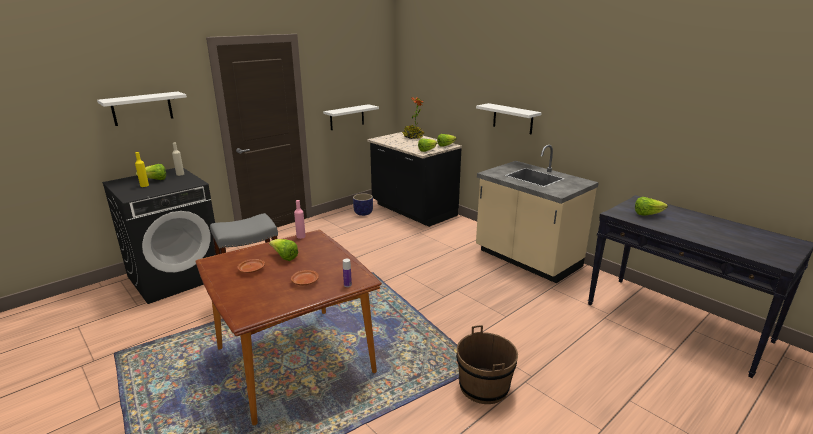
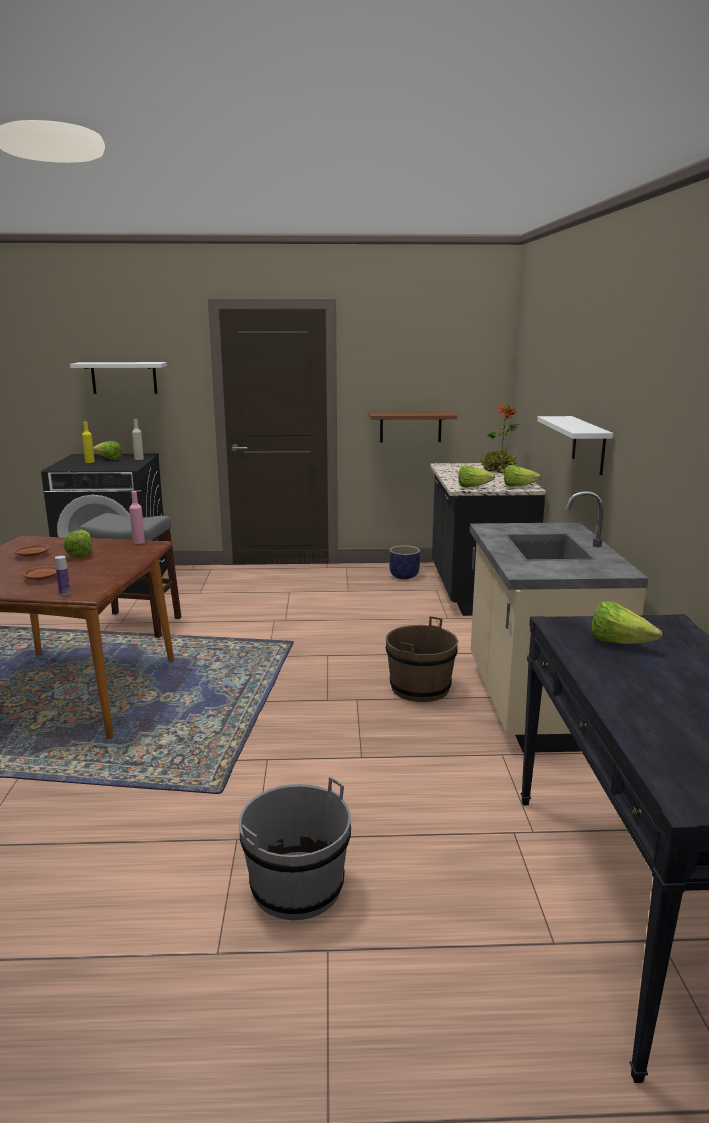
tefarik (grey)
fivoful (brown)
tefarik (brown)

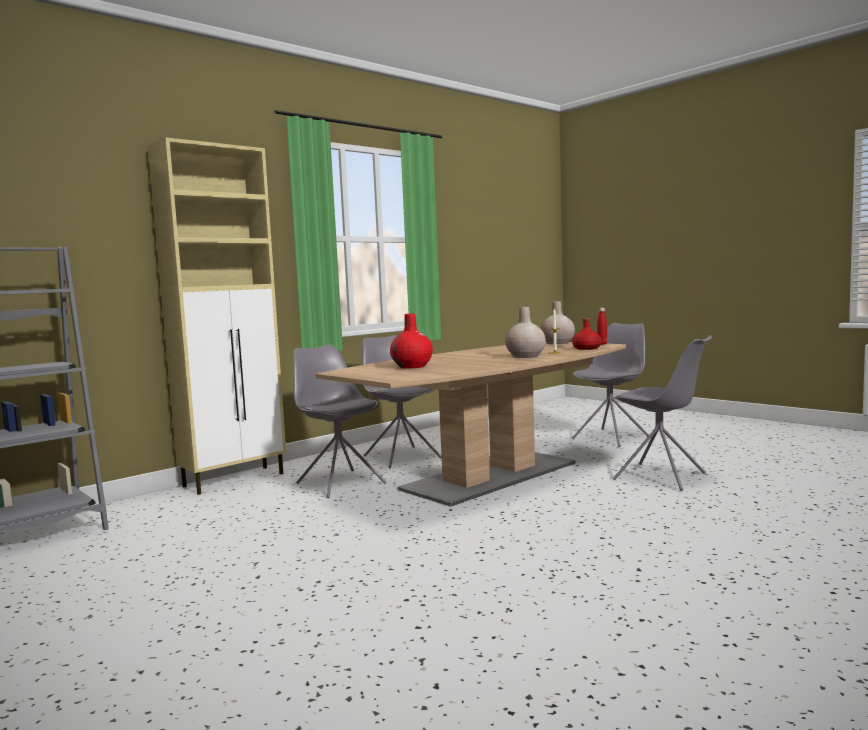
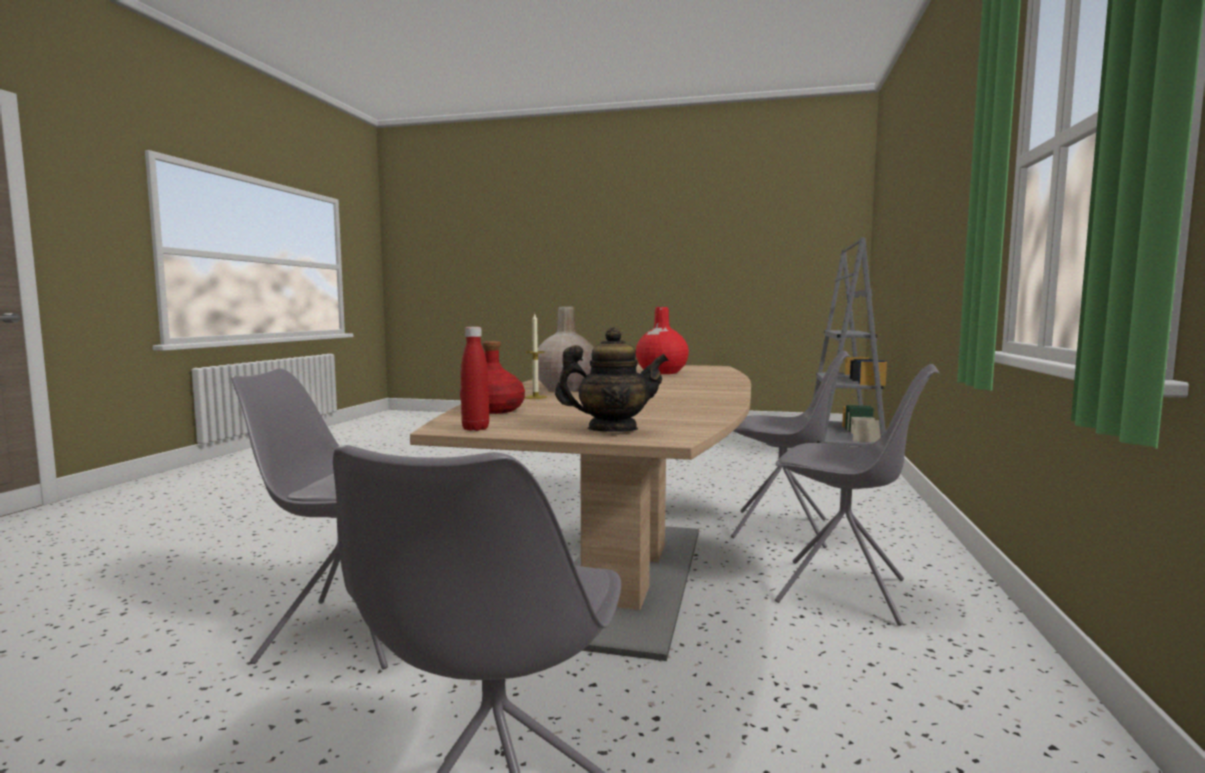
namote
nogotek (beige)

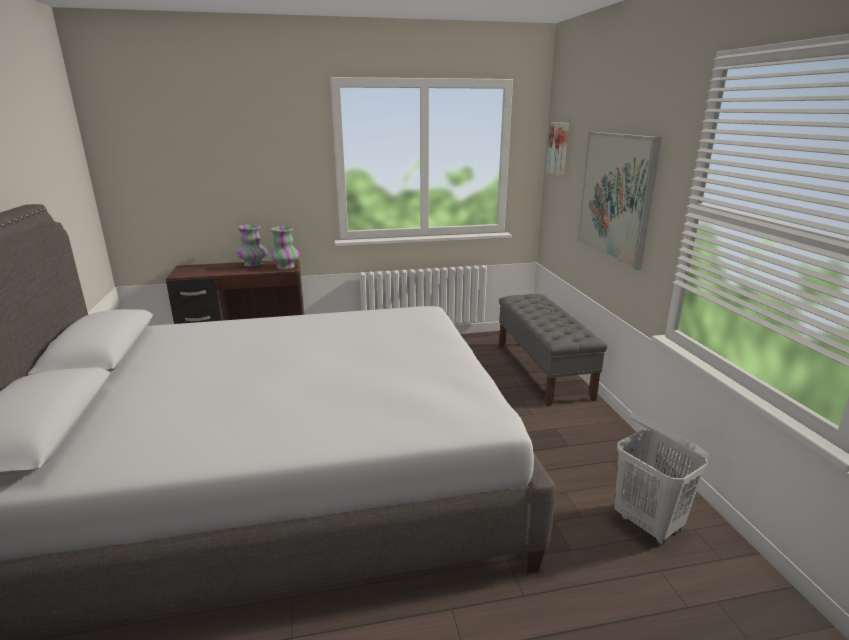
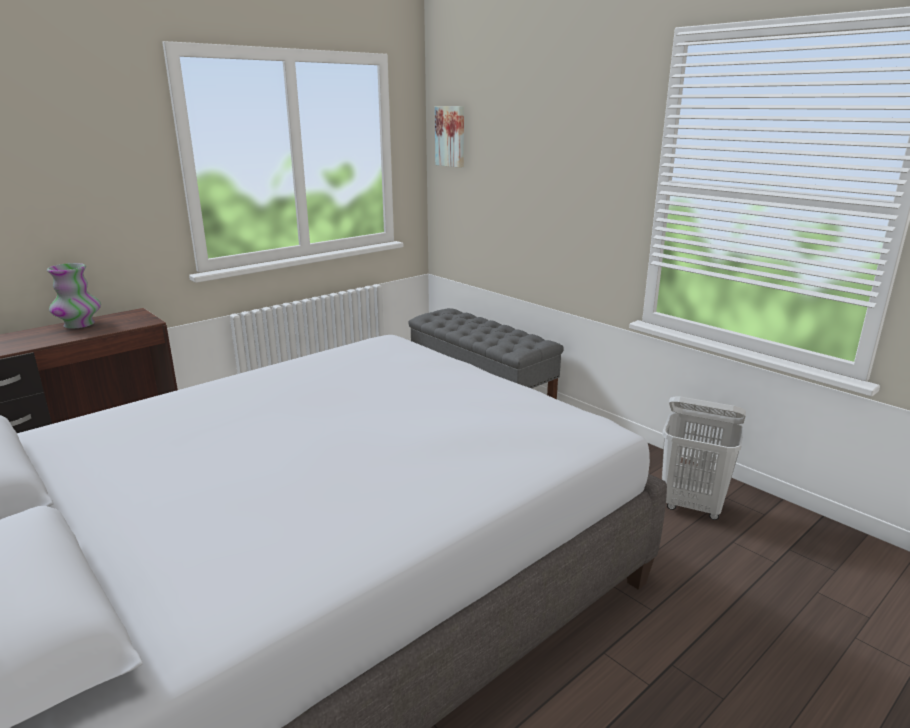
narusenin (no. 2 from left in the first image)
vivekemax (no. 2 from left in the first image)

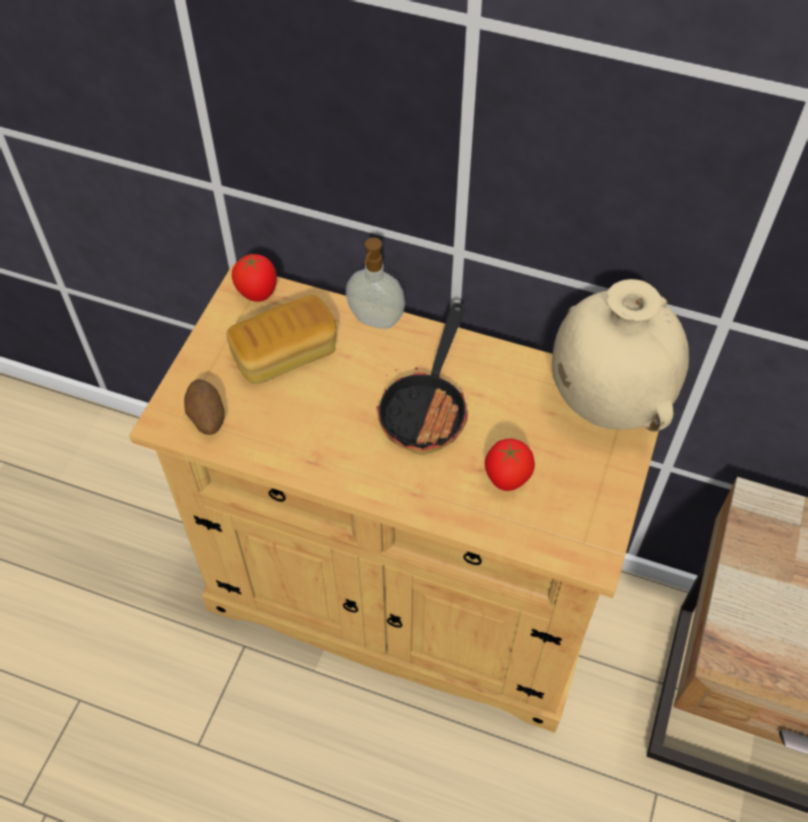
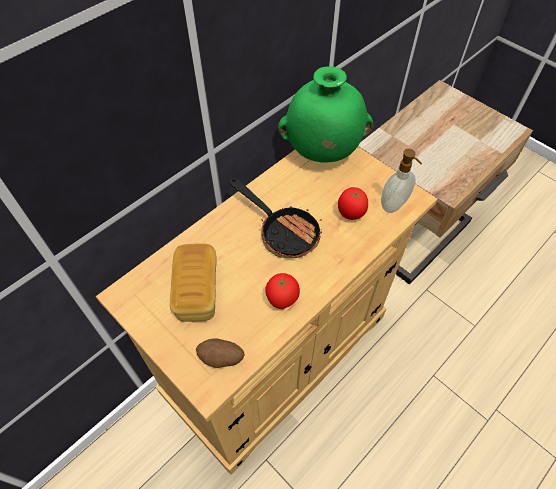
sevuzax (no. 1 from left)
narusenin (green)
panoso

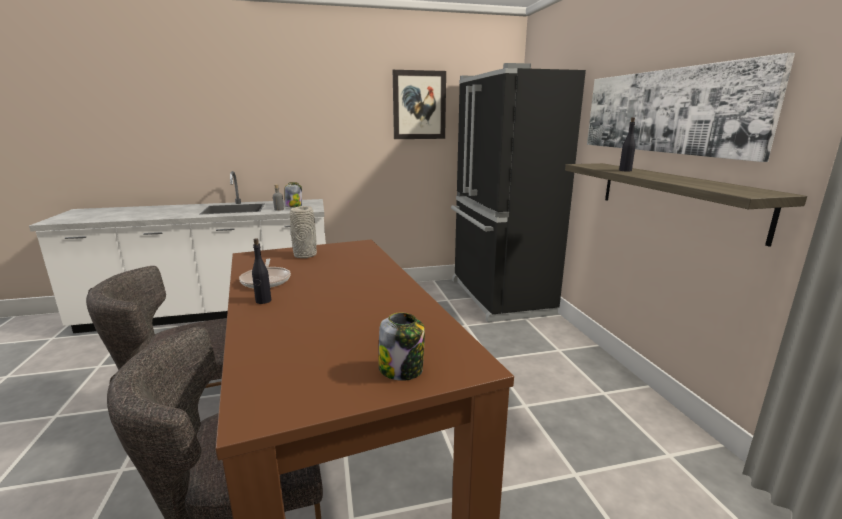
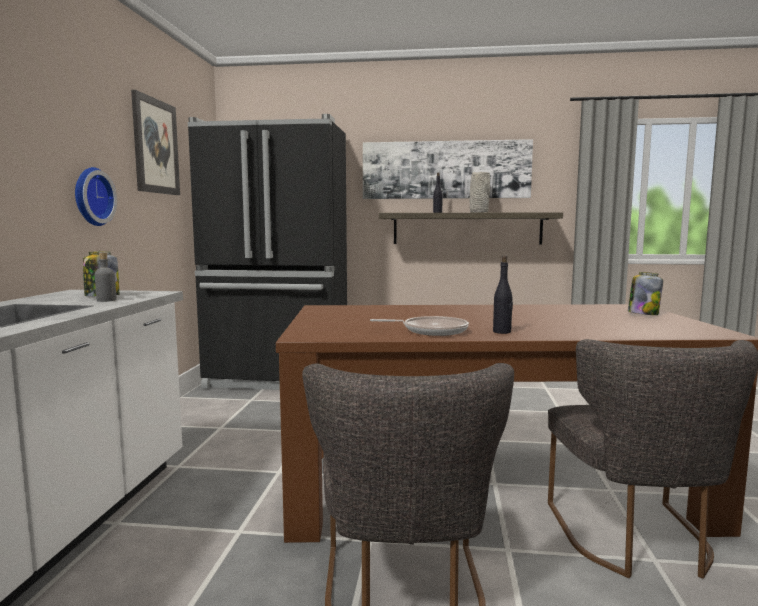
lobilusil
narusenin (grey)

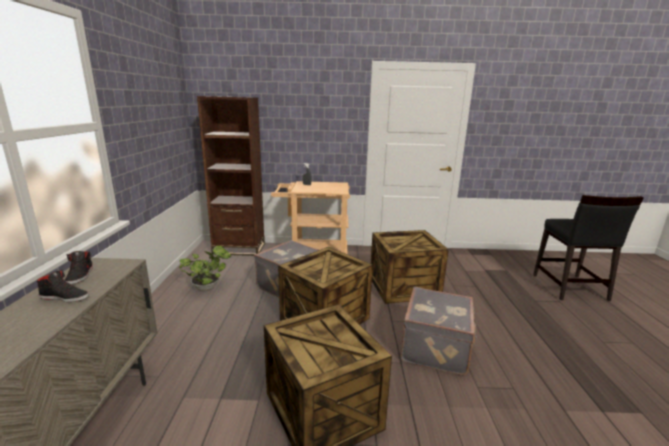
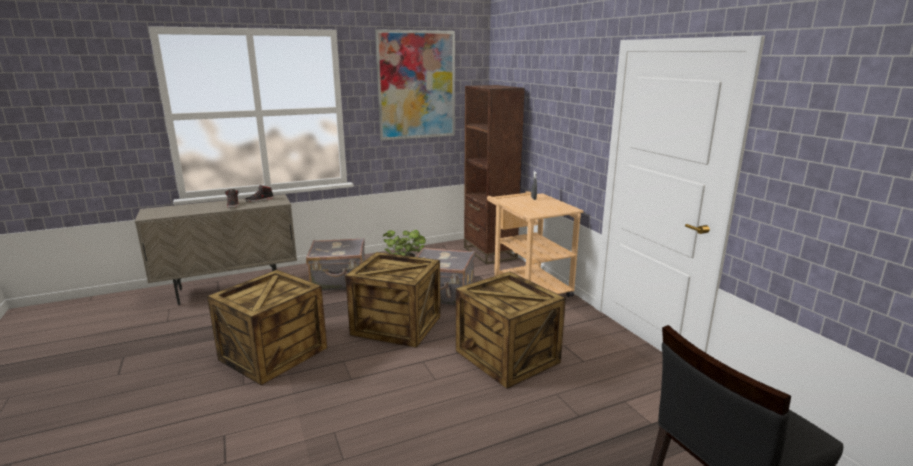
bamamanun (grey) (no. 1 from left)
vivekemax

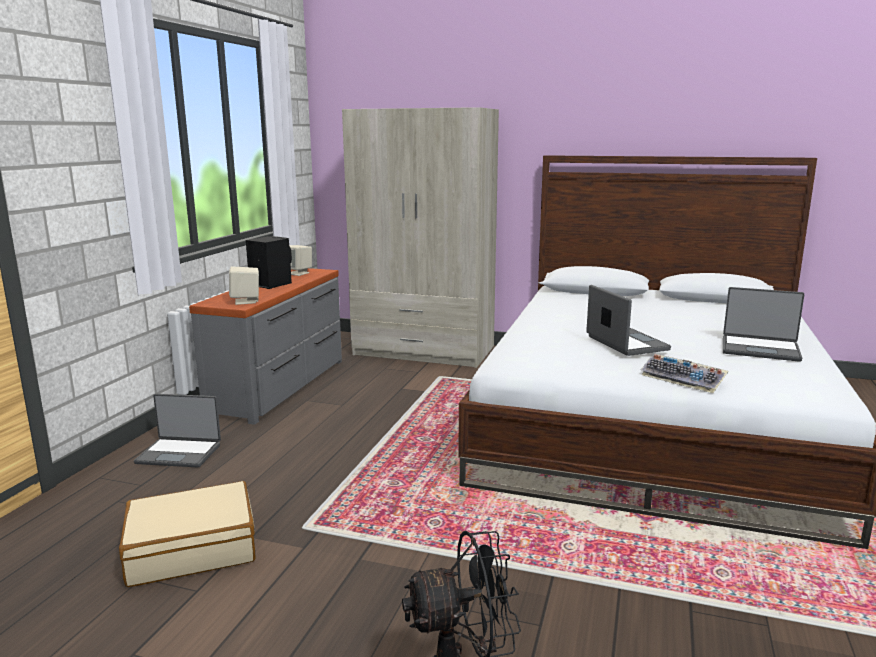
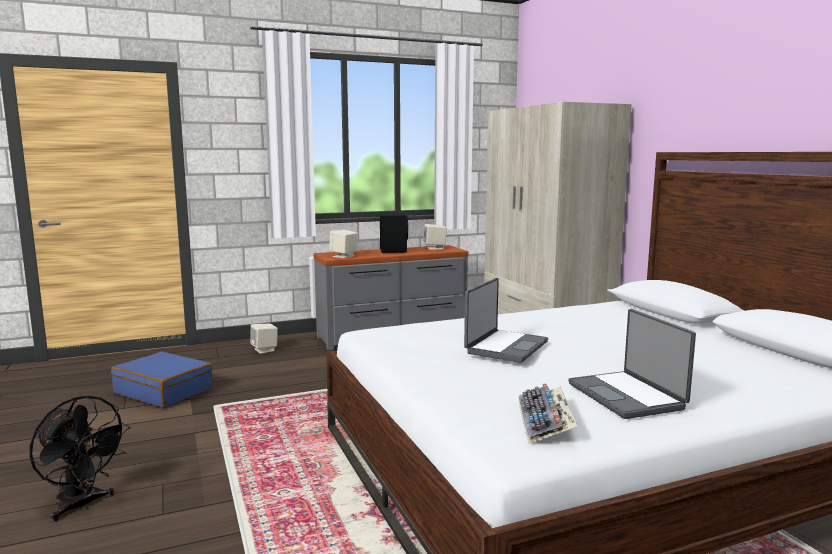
bamamanun (blue)
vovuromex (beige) (no. 1 from left)
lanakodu

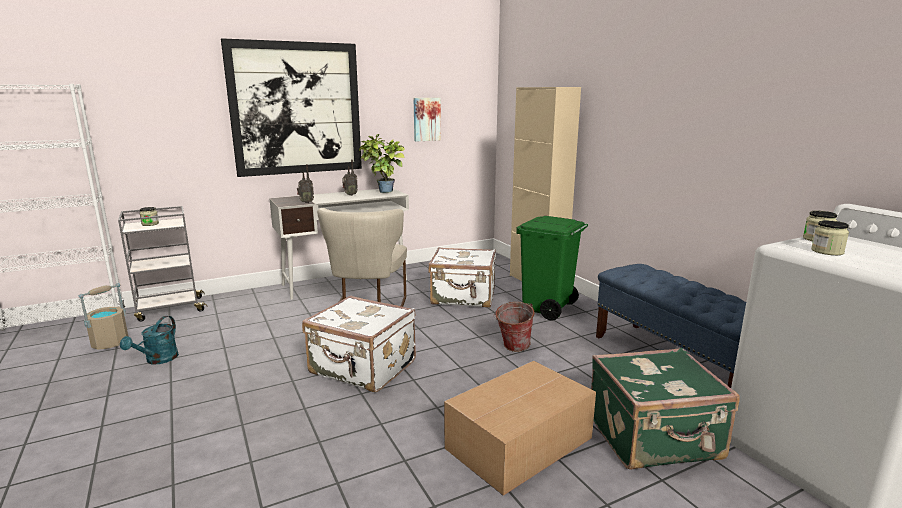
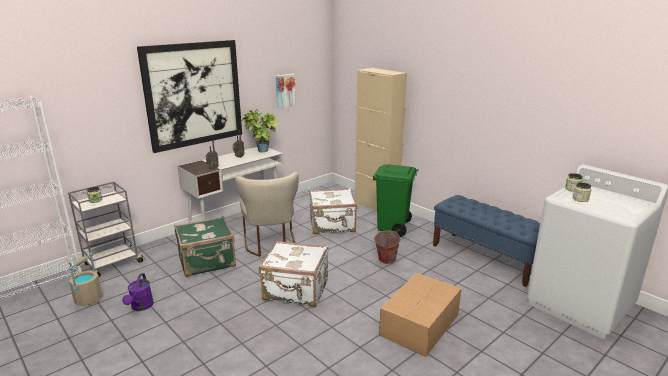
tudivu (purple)
bamamanun (green)

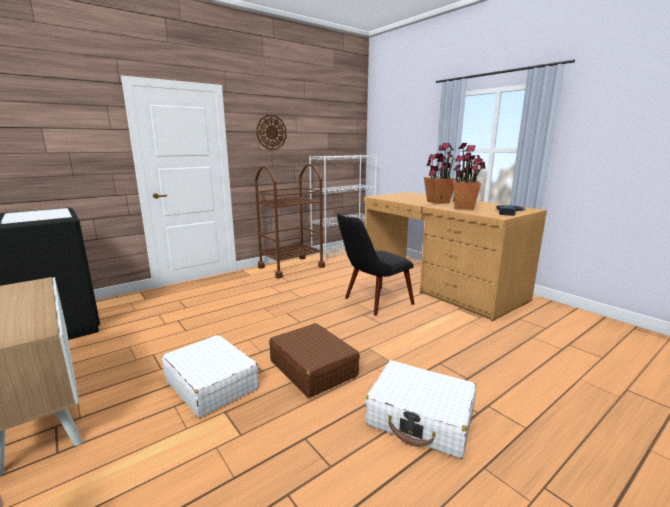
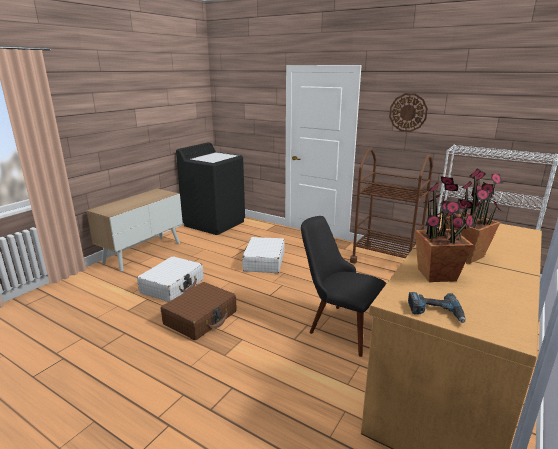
bamamanun (white) (no. 2 from left)

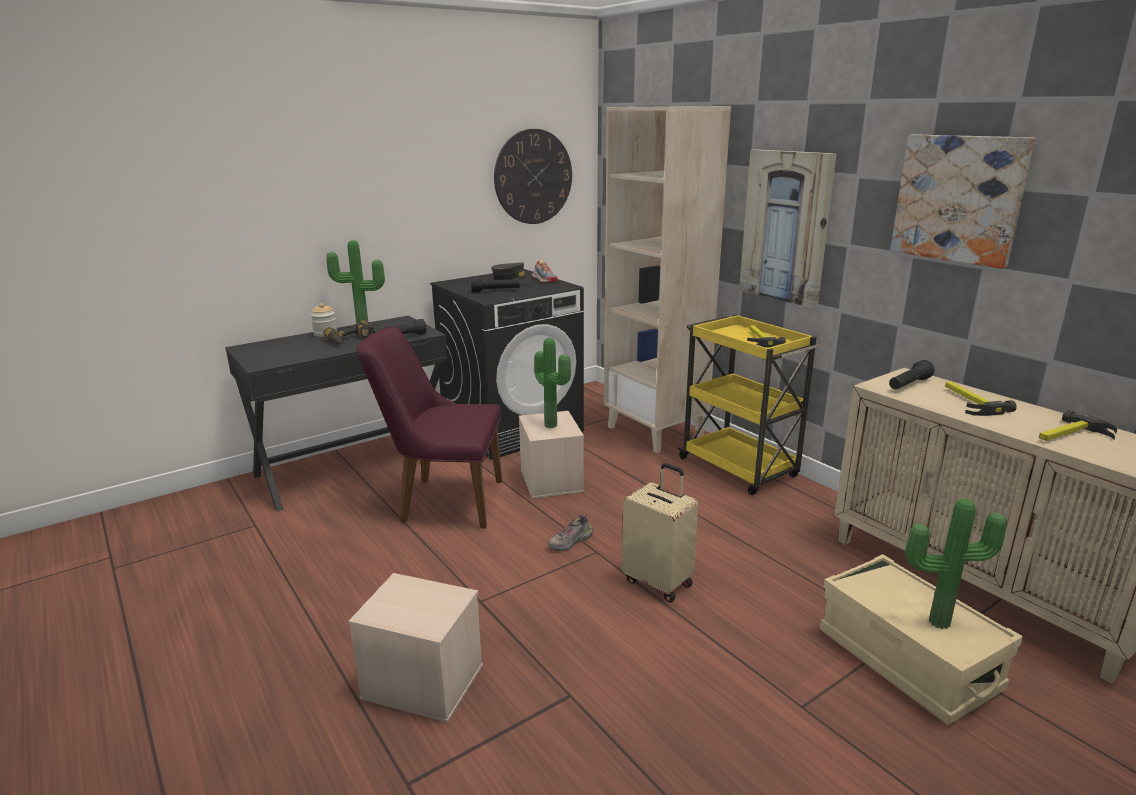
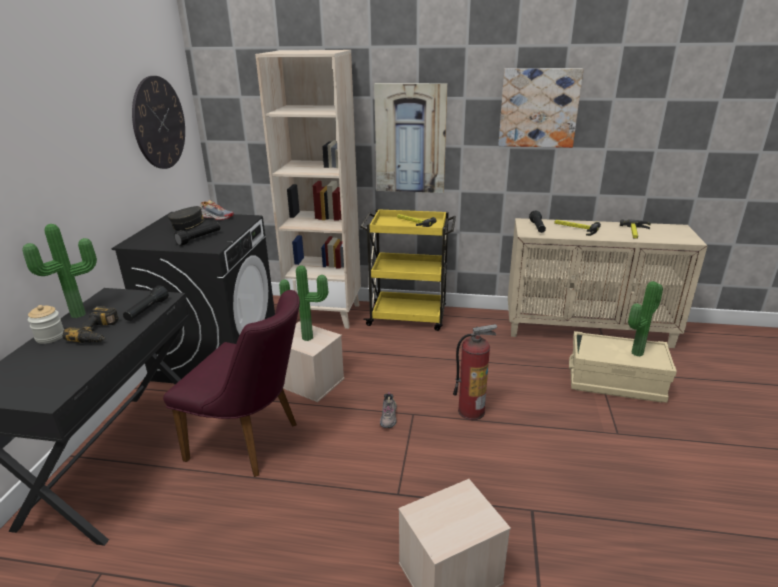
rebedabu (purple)
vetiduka

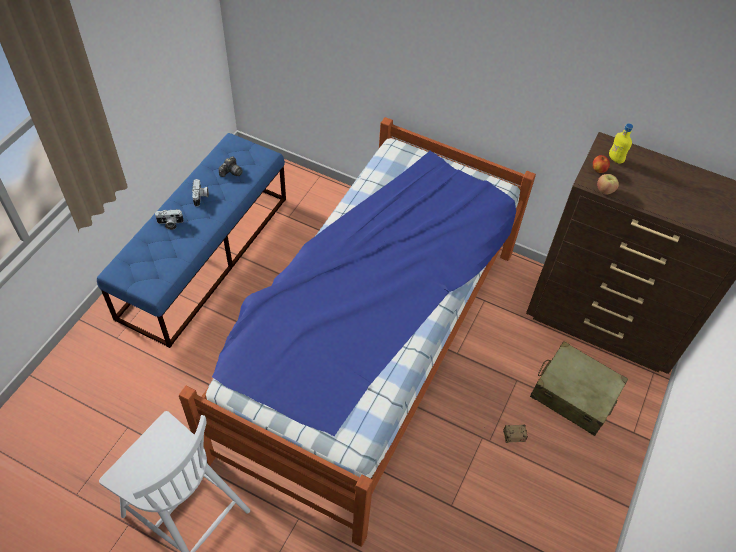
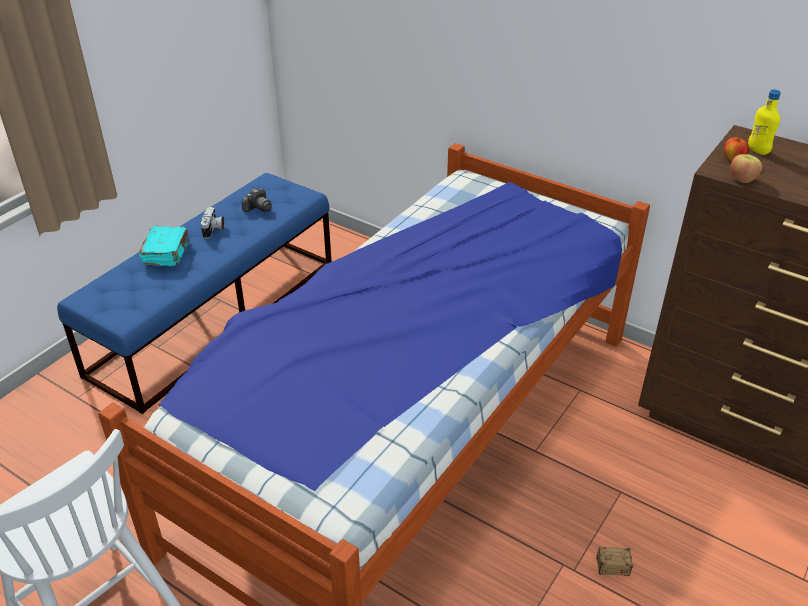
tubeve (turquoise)
bamamanun (beige)

